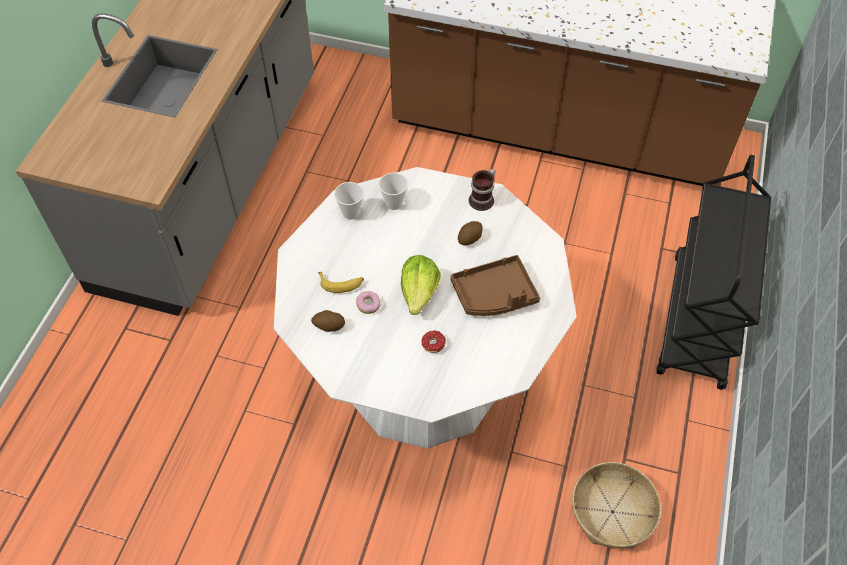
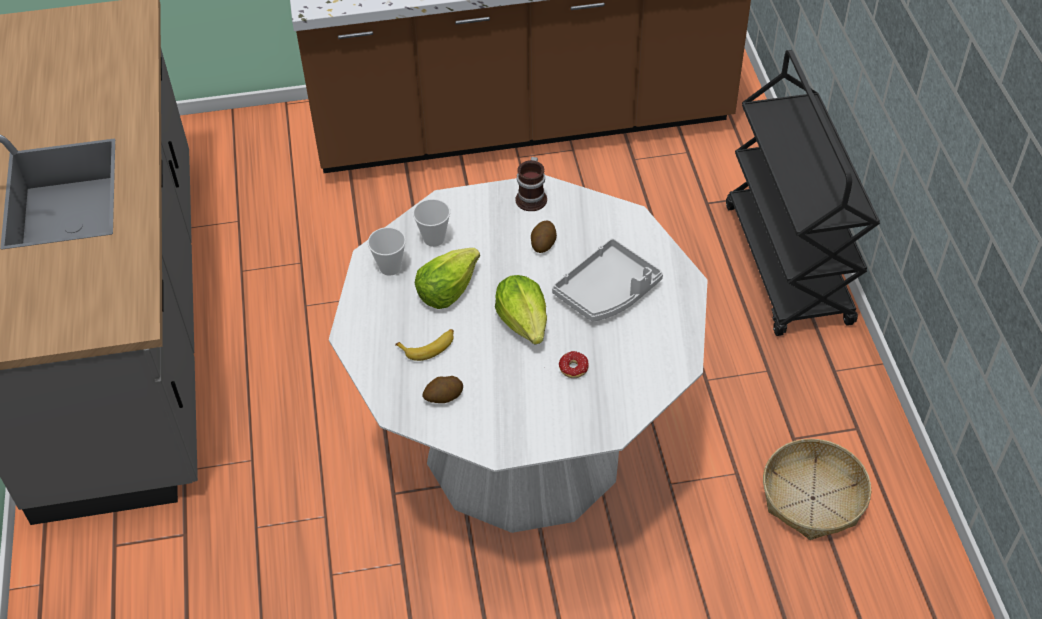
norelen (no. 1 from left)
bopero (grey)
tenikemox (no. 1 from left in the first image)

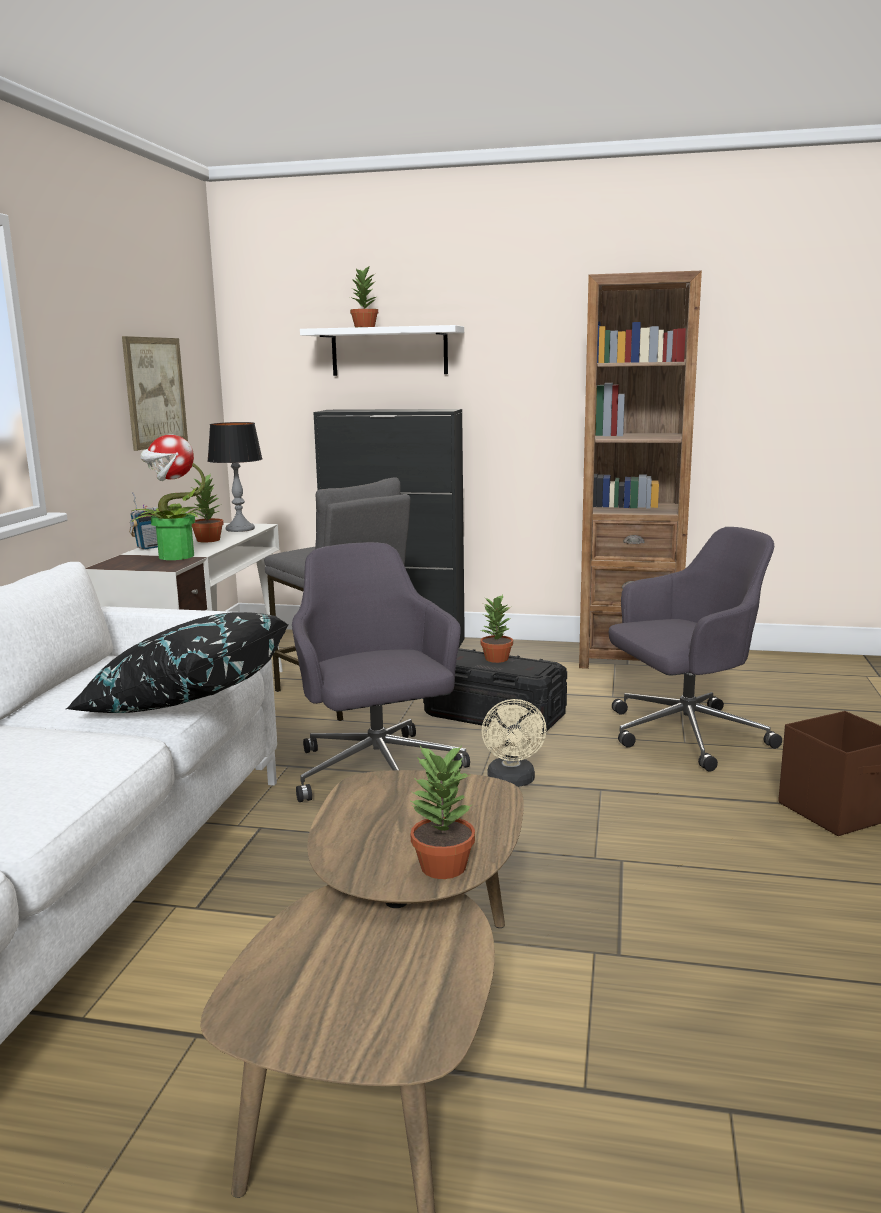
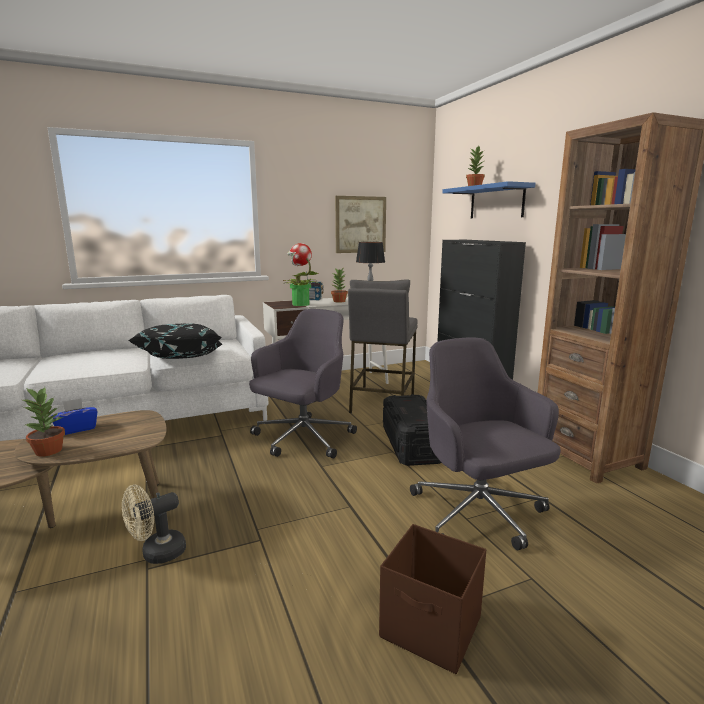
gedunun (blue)
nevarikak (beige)
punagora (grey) (no. 2 from left)
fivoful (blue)
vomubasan (no. 5 from left in the first image)

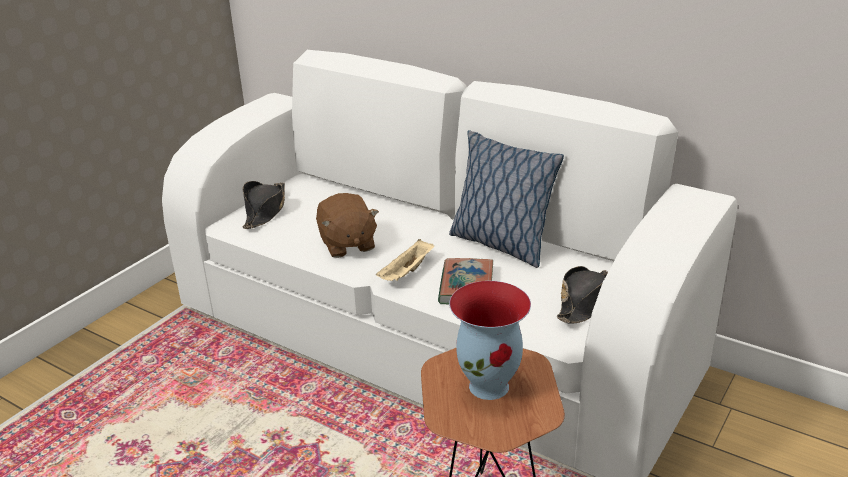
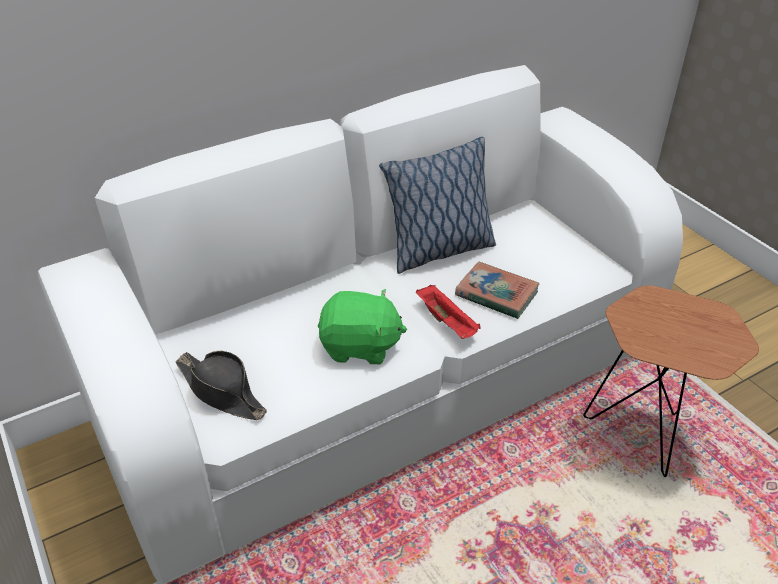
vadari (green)
bopero (red)
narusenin
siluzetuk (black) (no. 2 from left in the first image)

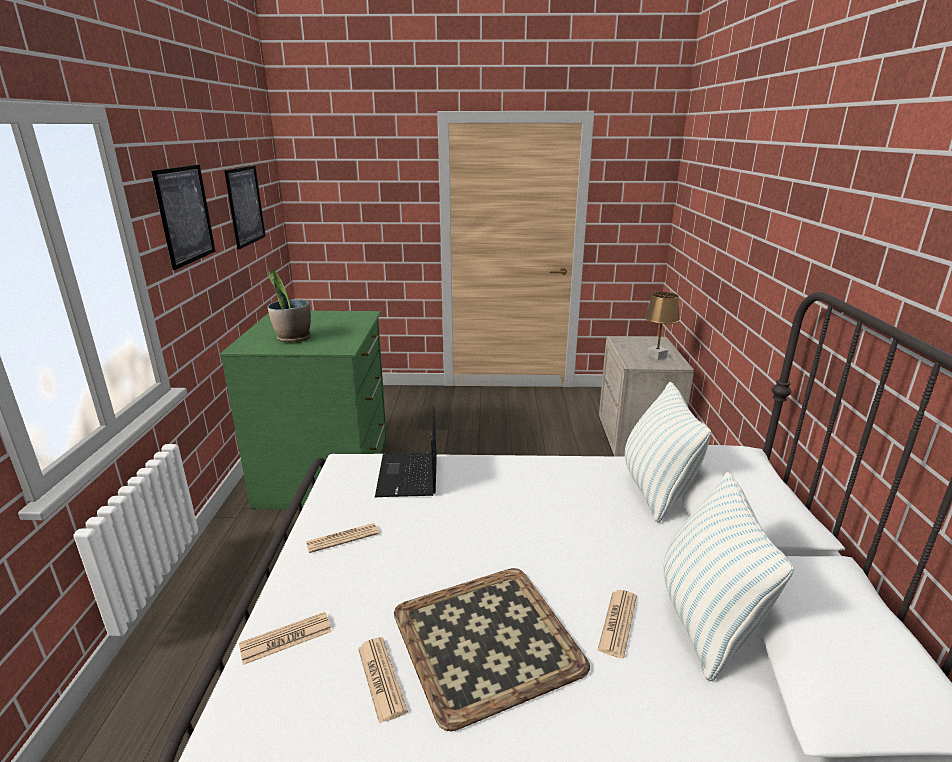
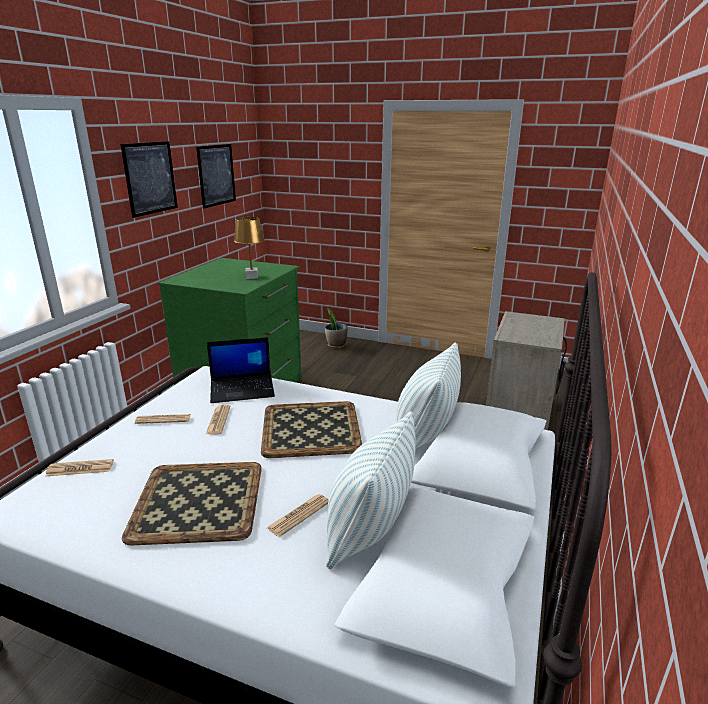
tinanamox (no. 3 from left)
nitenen
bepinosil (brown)
bopero (no. 2 from left)
vomubasan

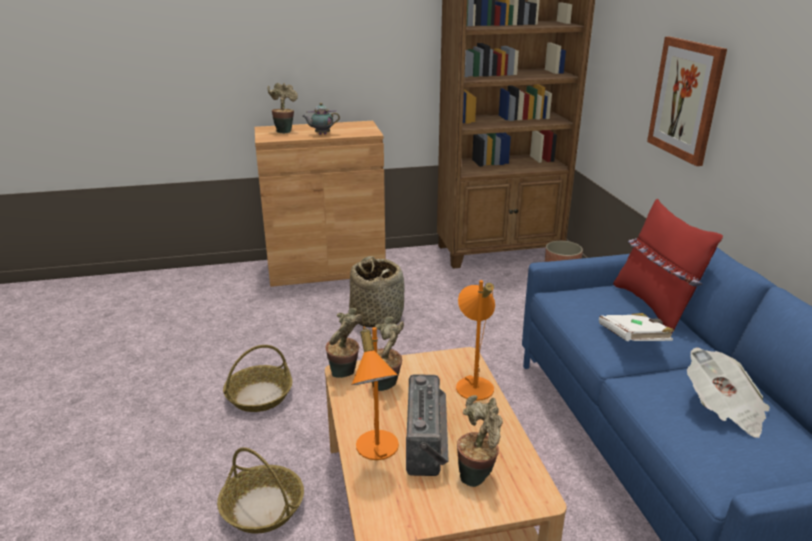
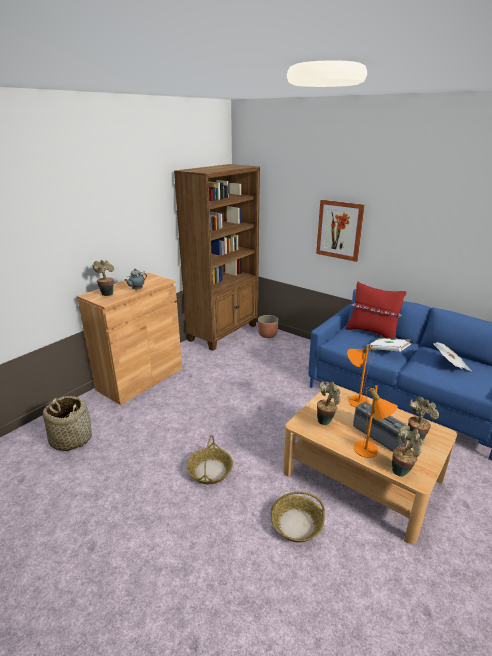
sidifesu (no. 1 from left)
vomubasan (no. 3 from left)

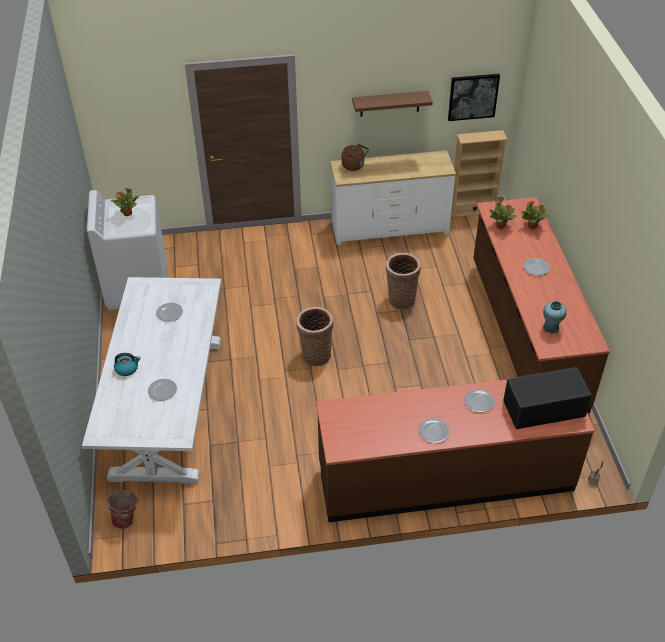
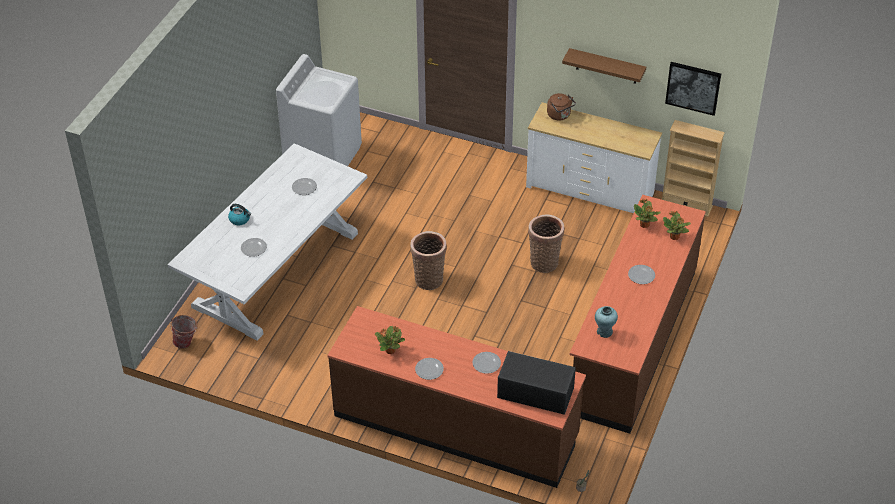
vomubasan (no. 1 from left)

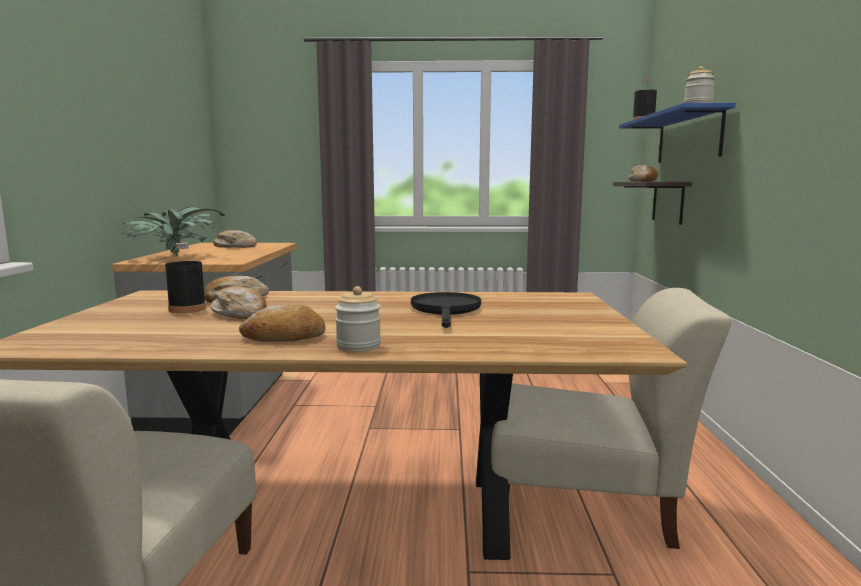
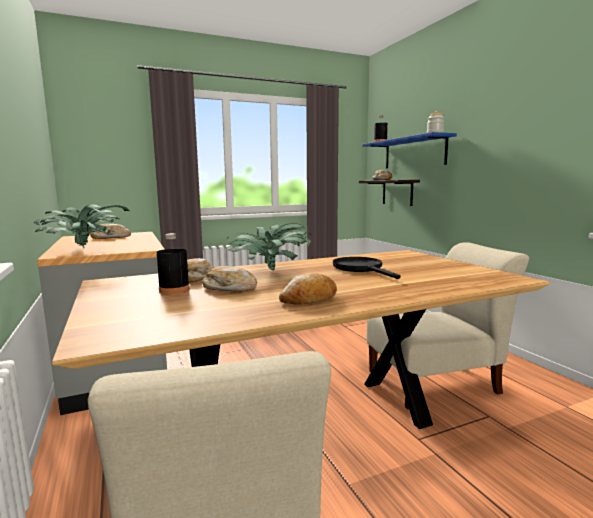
vomubasan (no. 2 from left)
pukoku (no. 1 from left in the first image)

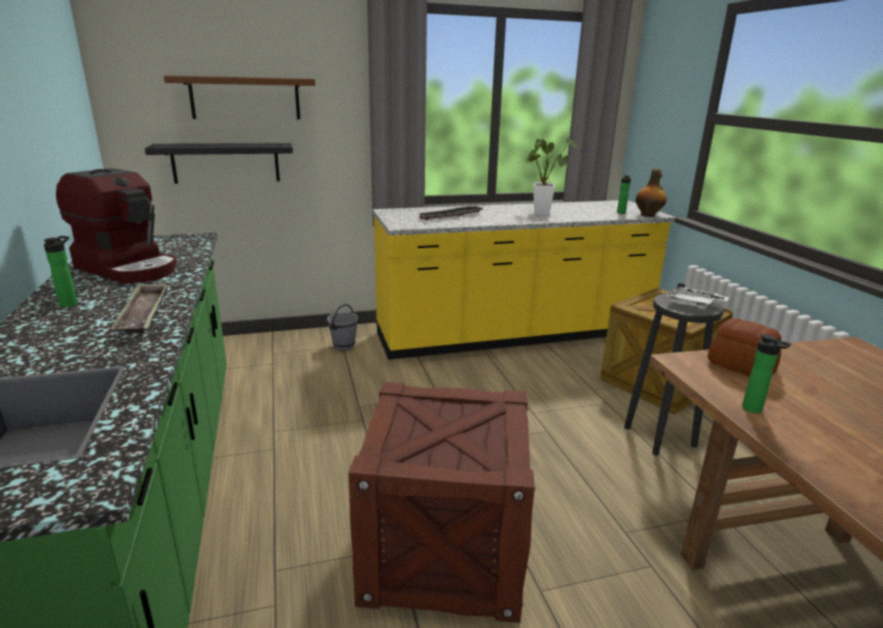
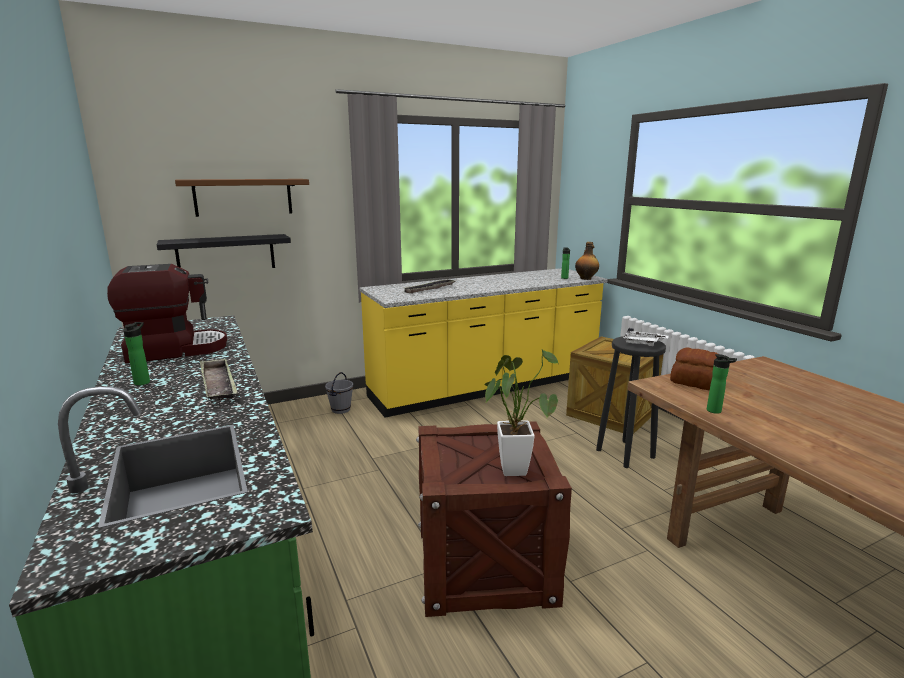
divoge
vomubasan

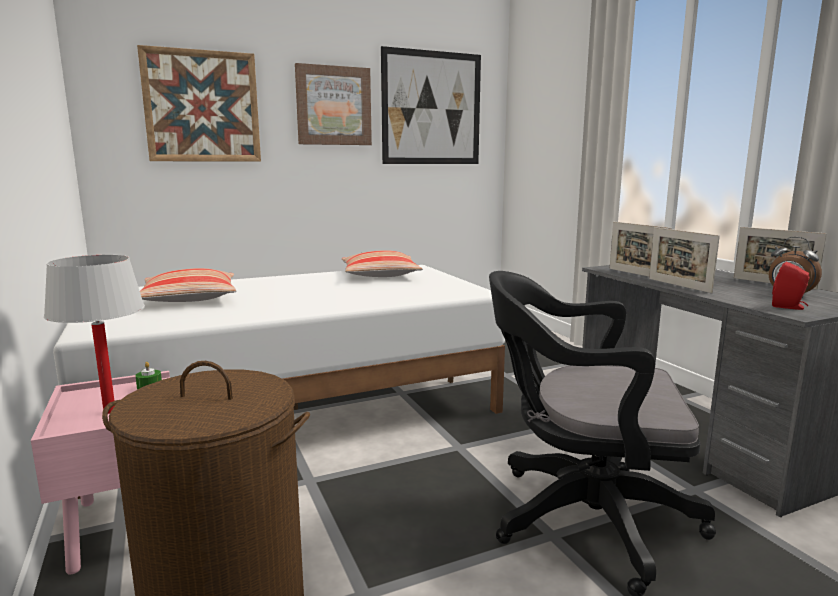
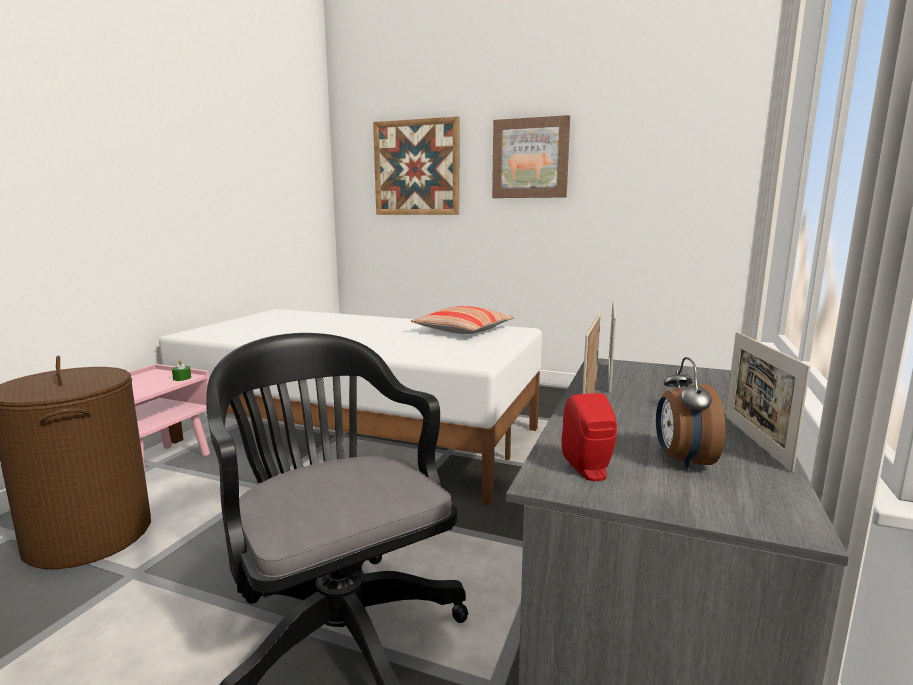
bepinosil (white)
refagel (no. 1 from left in the first image)
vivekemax (no. 3 from left in the first image)

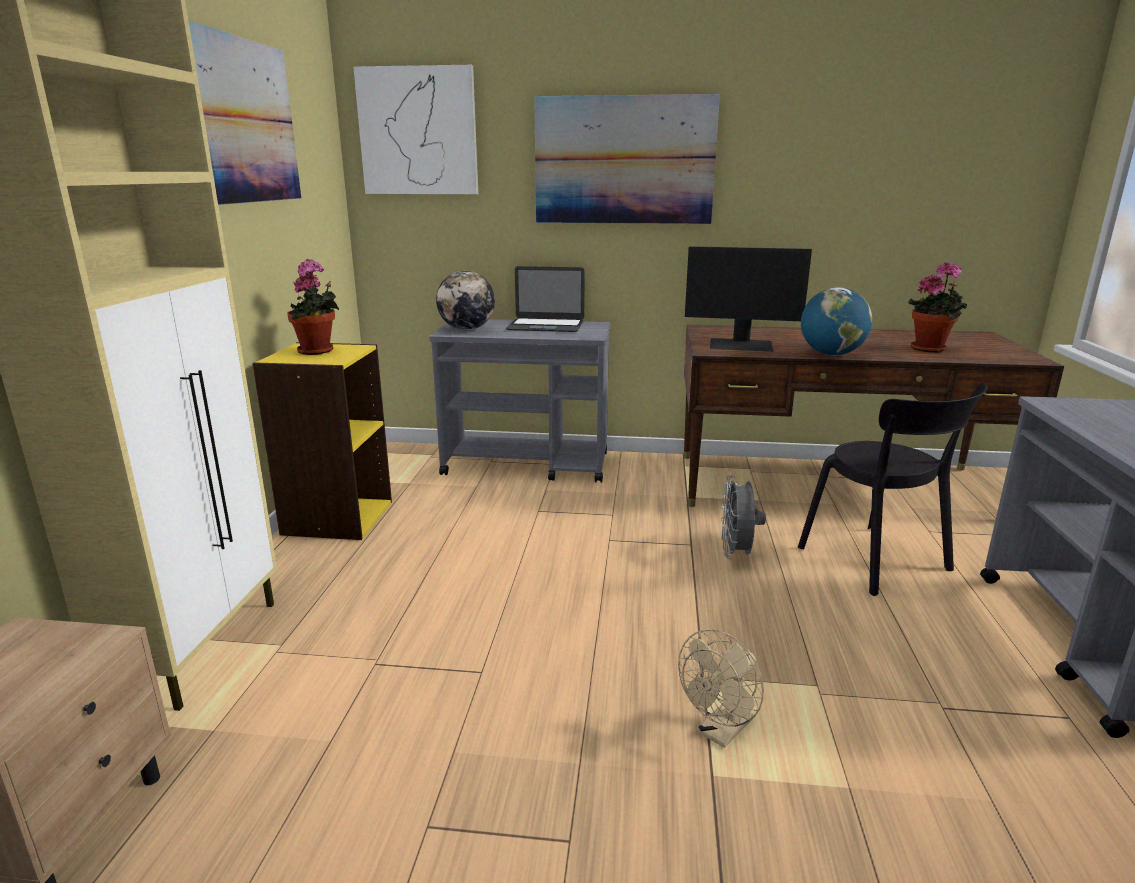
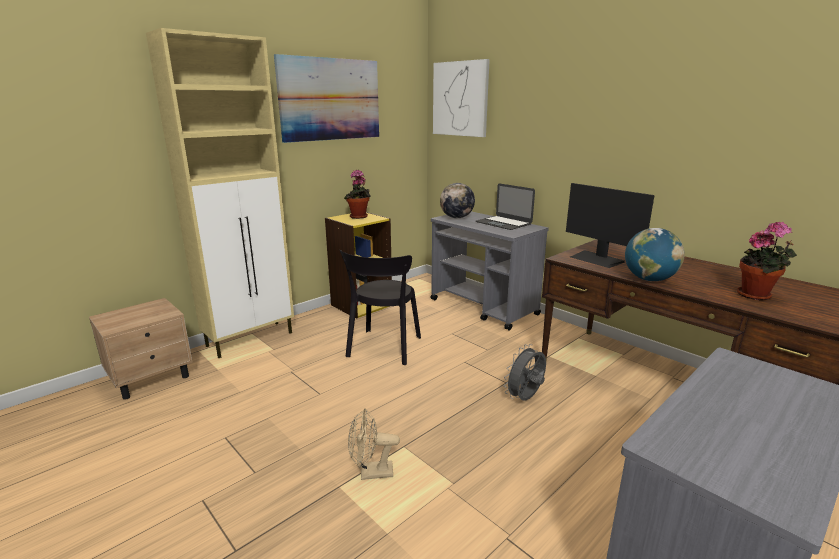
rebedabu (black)
vivekemax (no. 3 from left in the first image)

